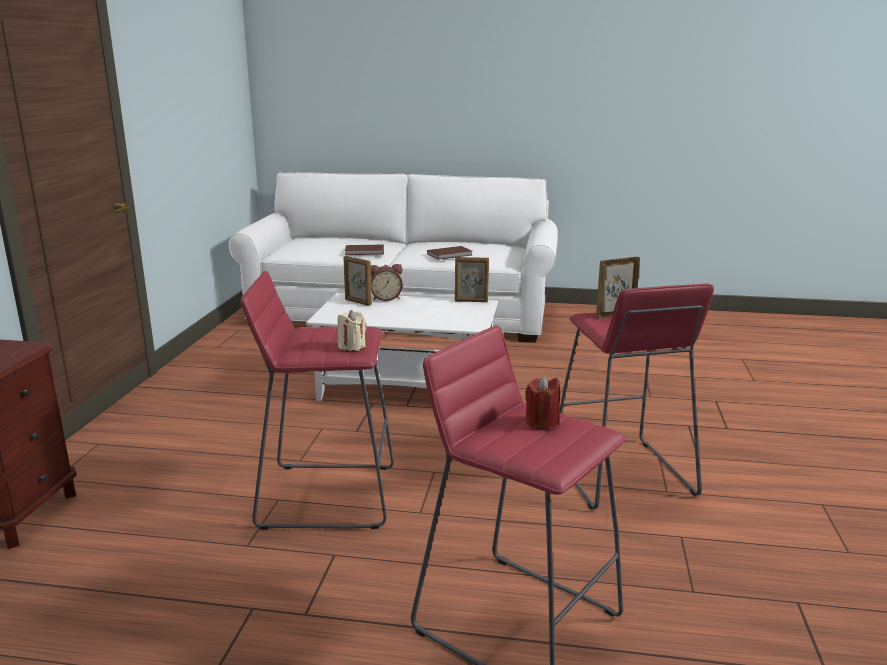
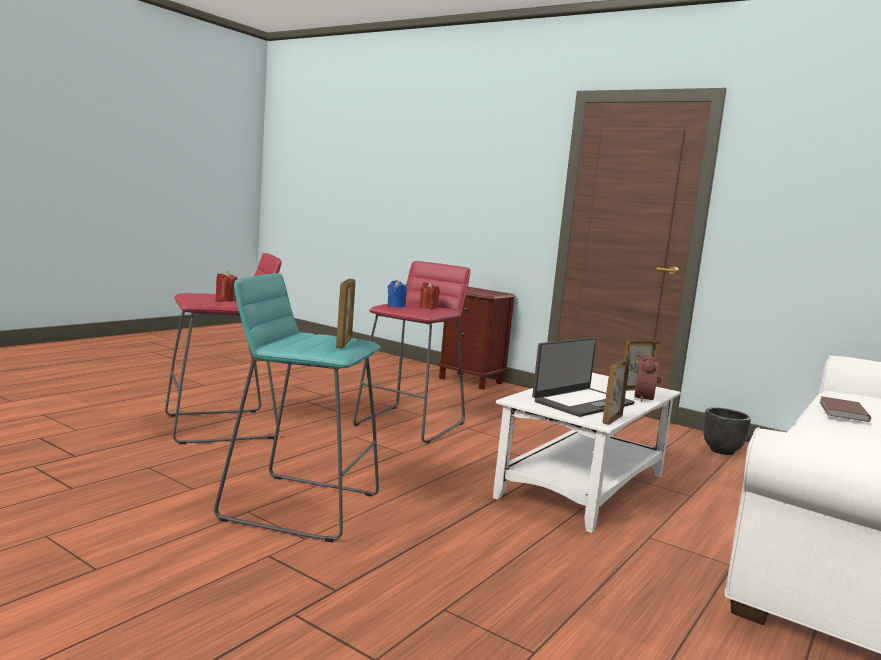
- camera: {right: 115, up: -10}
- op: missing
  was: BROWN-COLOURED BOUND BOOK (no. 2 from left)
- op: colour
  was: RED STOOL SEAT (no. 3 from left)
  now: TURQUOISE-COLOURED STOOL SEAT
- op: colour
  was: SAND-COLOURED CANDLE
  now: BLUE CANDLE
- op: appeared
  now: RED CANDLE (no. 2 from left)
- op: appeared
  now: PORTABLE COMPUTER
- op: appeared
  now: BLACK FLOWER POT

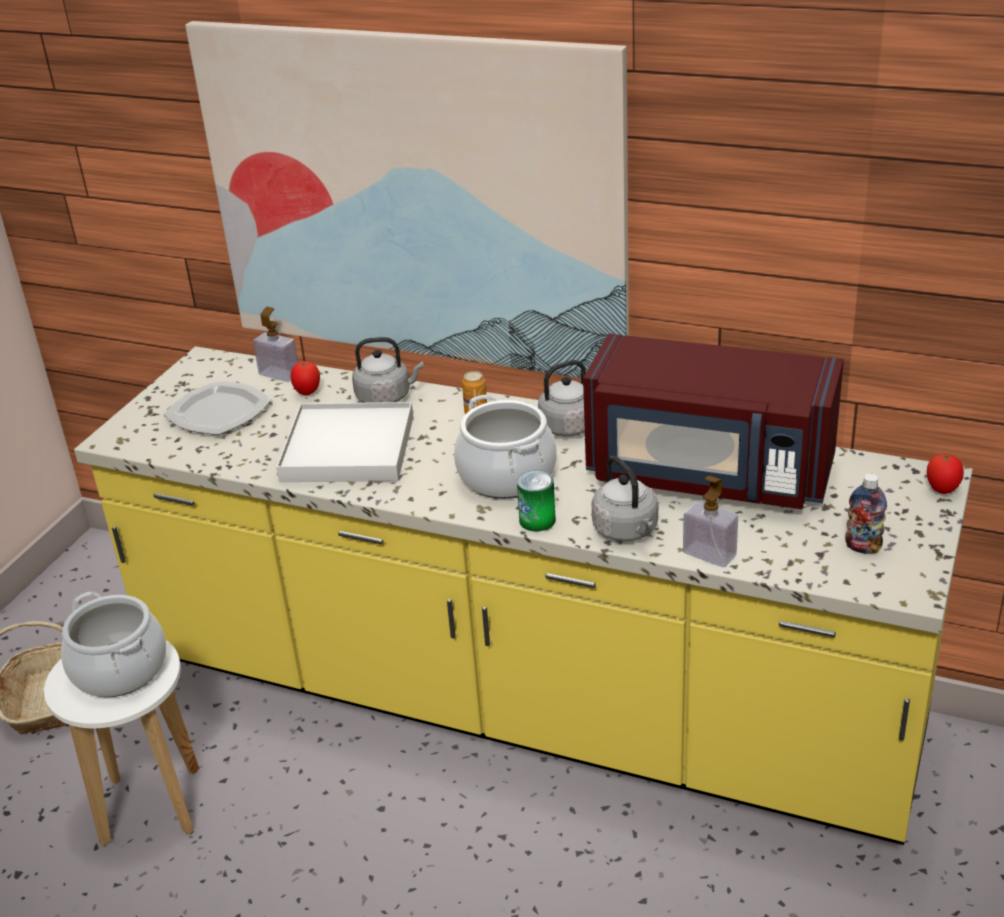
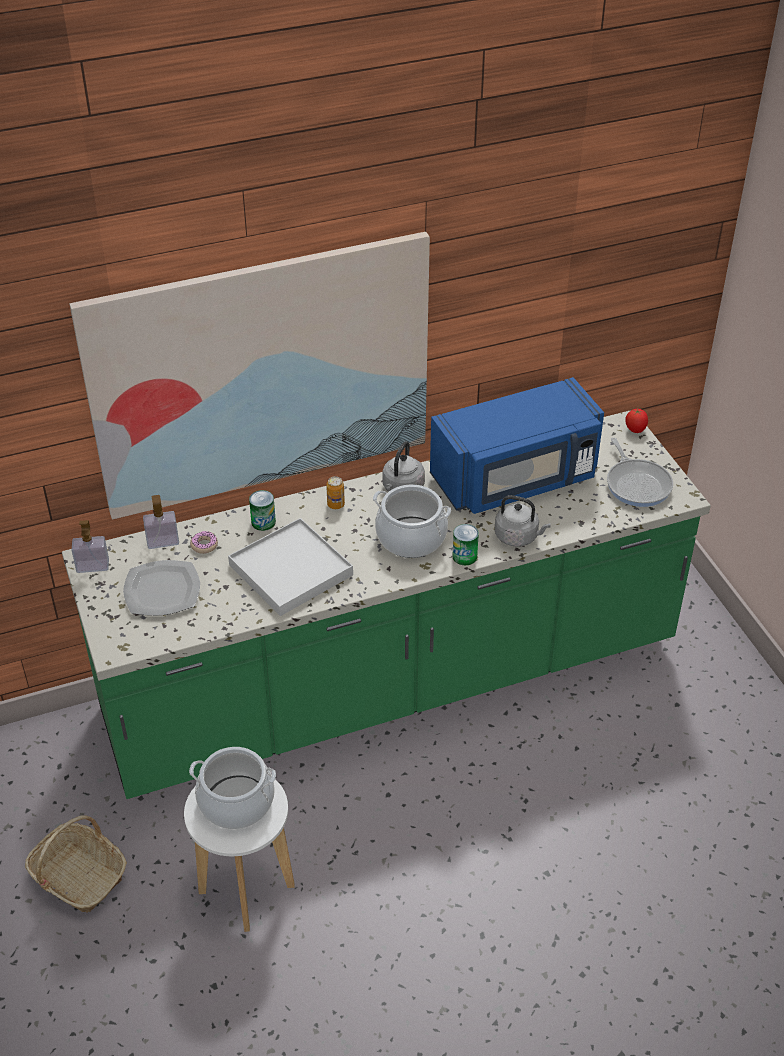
- camera: {right: -45, up: 10}
- op: colour
  was: RED MICROWAVE OVEN
  now: BLUE MICROWAVE OVEN
- op: exchanged
  was: GREYISH WATER KETTLE (no. 1 from left)
  now: CAN (no. 1 from left)
- op: colour
  was: YELLOWISH COUNTER
  now: GREEN COUNTER
- op: exchanged
  was: WHOLE TOMATO (no. 1 from left)
  now: DOUGHNUT
- op: exchanged
  was: BEVERAGE BOTTLE
  now: PAN
- op: relocated
  was: SOAP BOTTLE (no. 2 from left in the first image)
  now: SOAP BOTTLE (no. 1 from left)

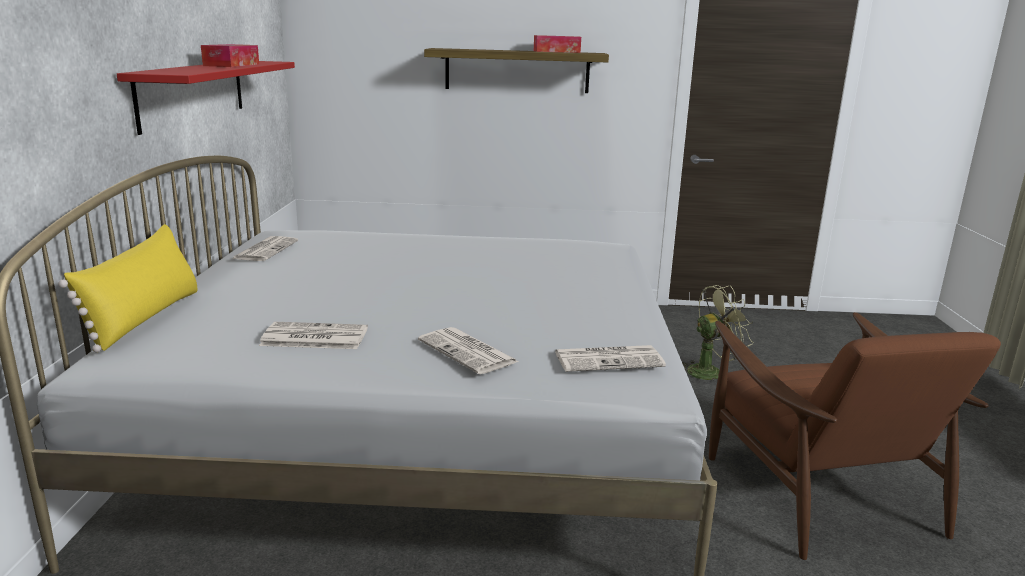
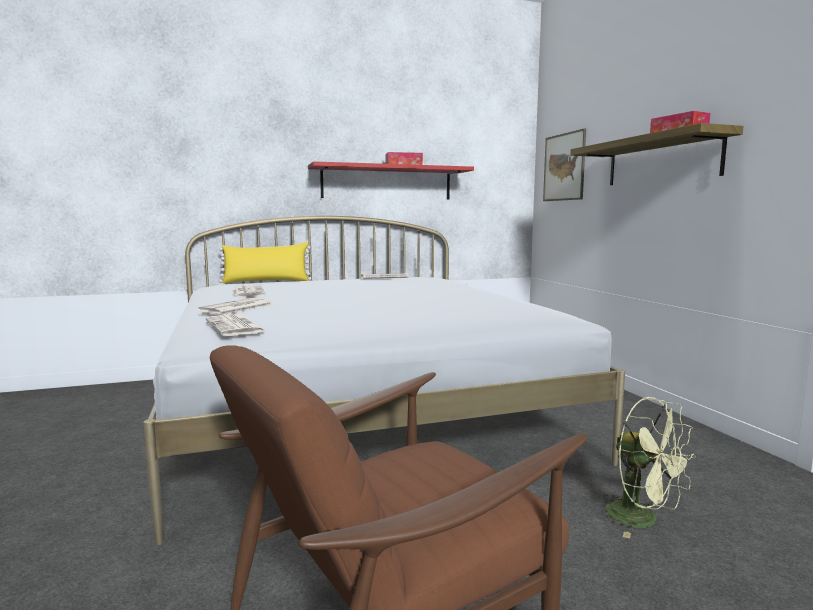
- camera: {right: 70, up: -10}
- op: appeared
  now: WALL ART

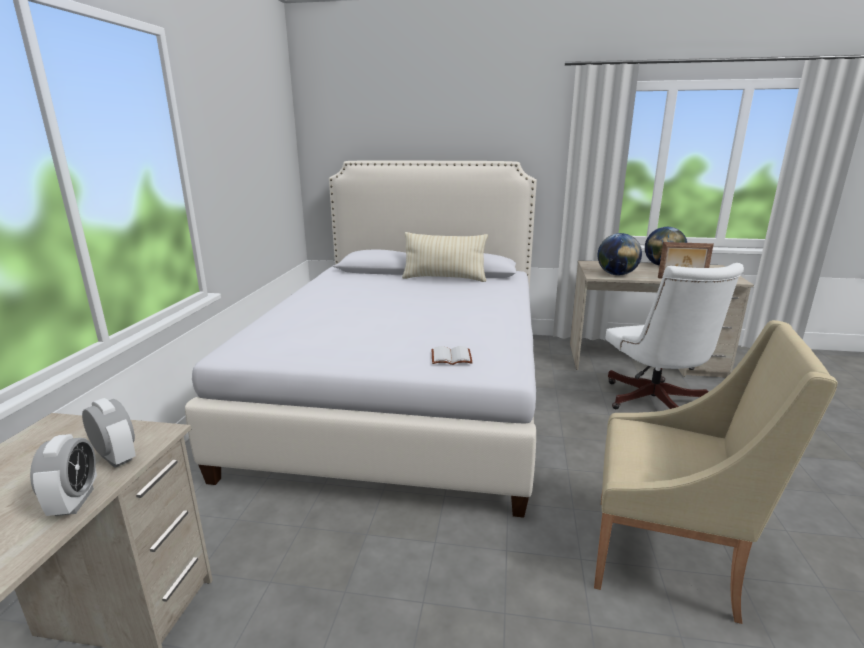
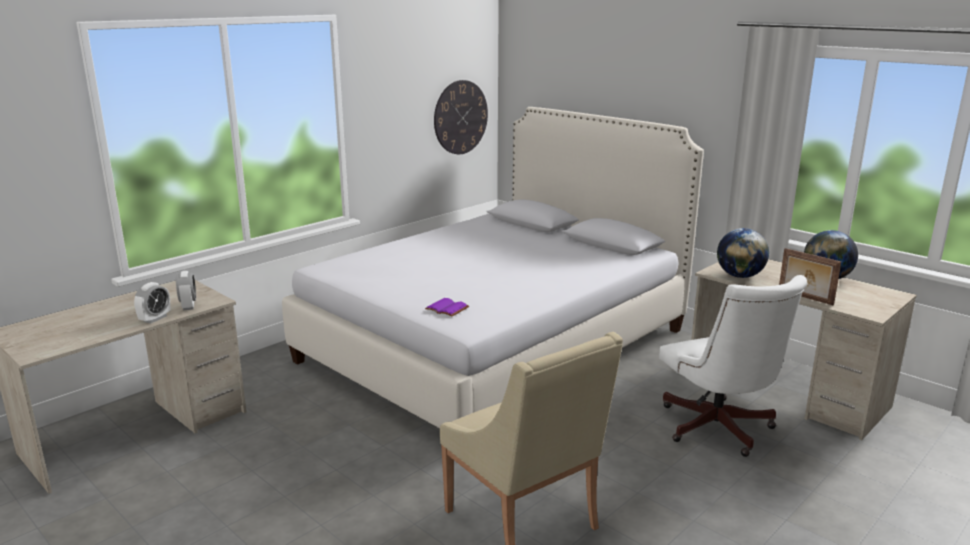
- camera: {right: 35, up: 0}
- op: missing
  was: SAND-COLOURED PILLOW
- op: spun
  was: WHITE OFFICE CHAIR
  clockwise: -45
- op: colour
  was: WHITE BOUND BOOK
  now: PURPLE-COLOURED BOUND BOOK
- op: appeared
  now: CLOCK ON THE WALL

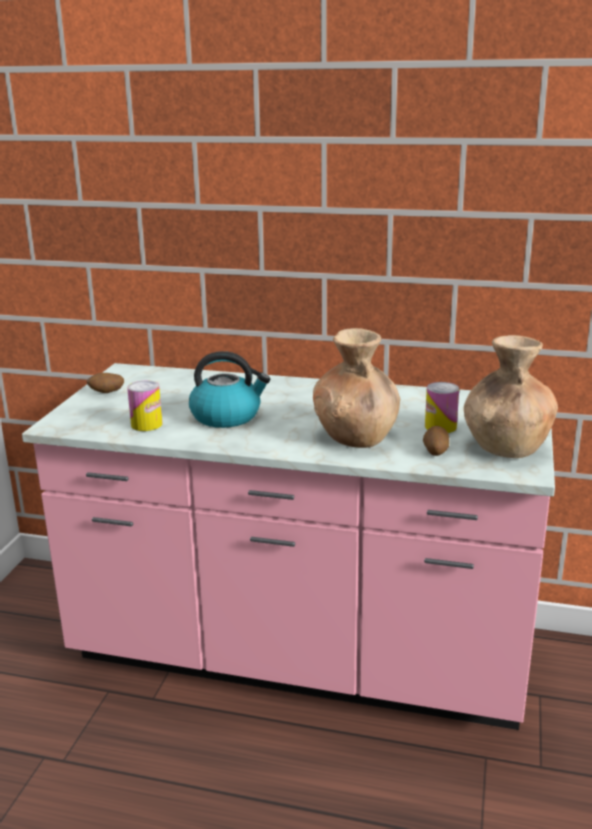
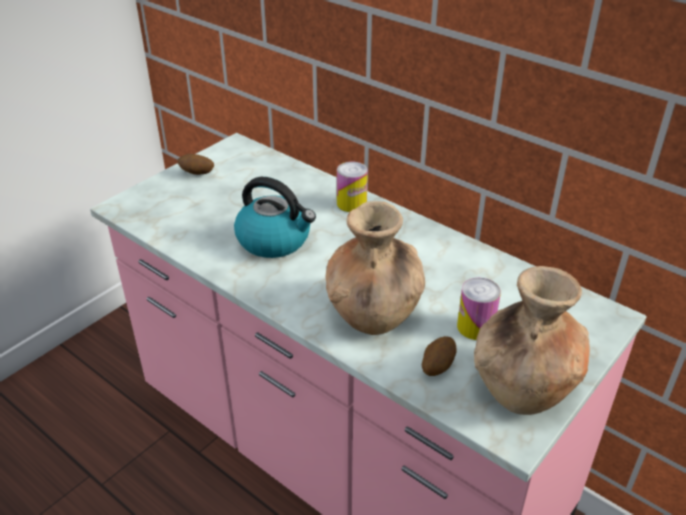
- camera: {right: 25, up: 15}
- op: relocated
  was: CAN (no. 1 from left)

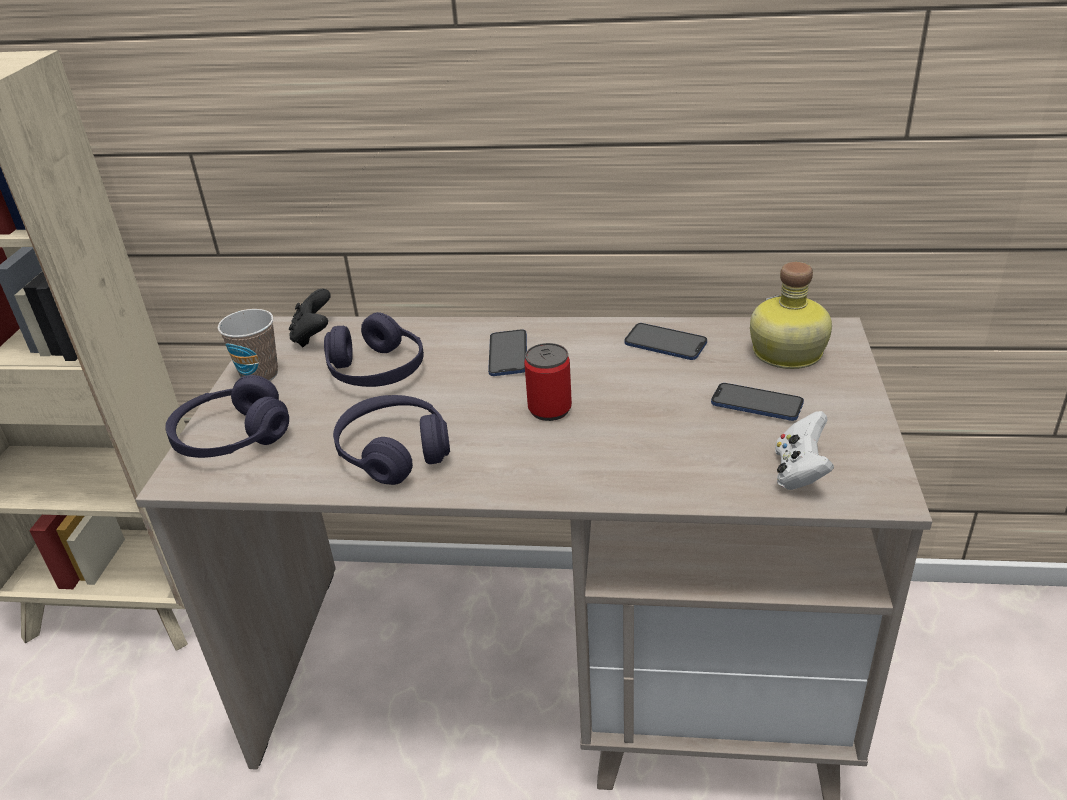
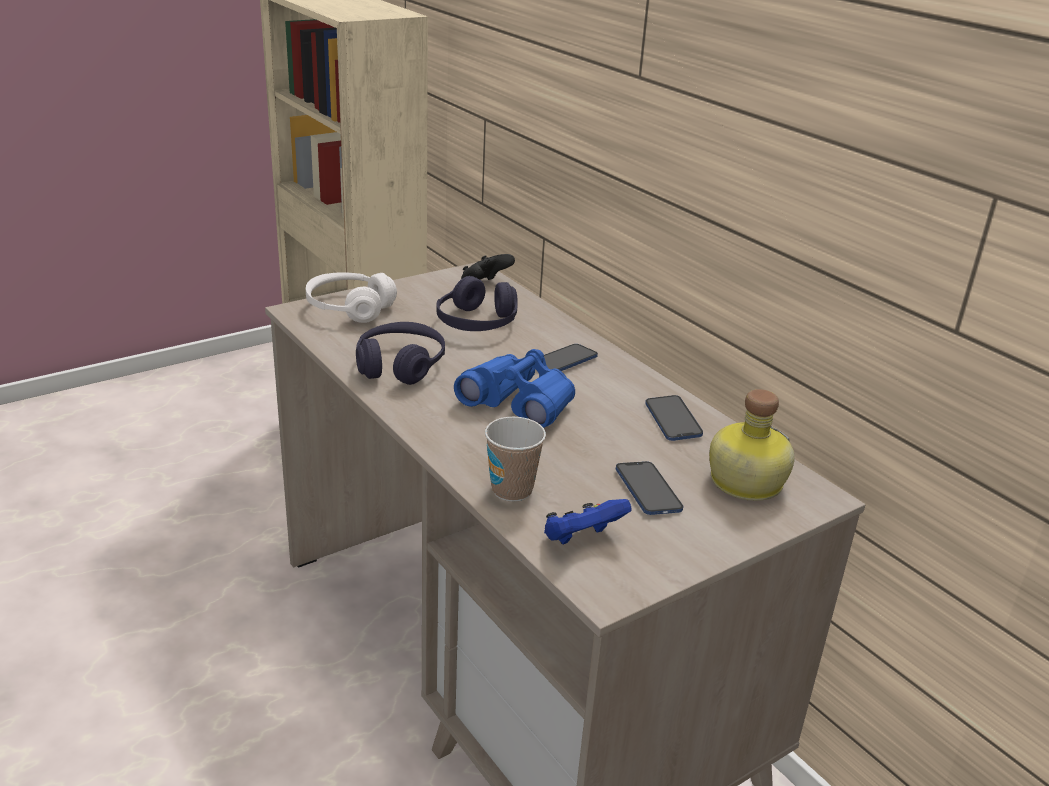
- camera: {right: 45, up: -5}
- op: relocated
  was: CUP
- op: exchanged
  was: CAN
  now: BLUE PAIR OF BINOCULARS
- op: colour
  was: PURPLE-COLOURED PAIR OF HEADPHONES (no. 1 from left)
  now: WHITE PAIR OF HEADPHONES
- op: colour
  was: WHITE JOYPAD
  now: BLUE JOYPAD

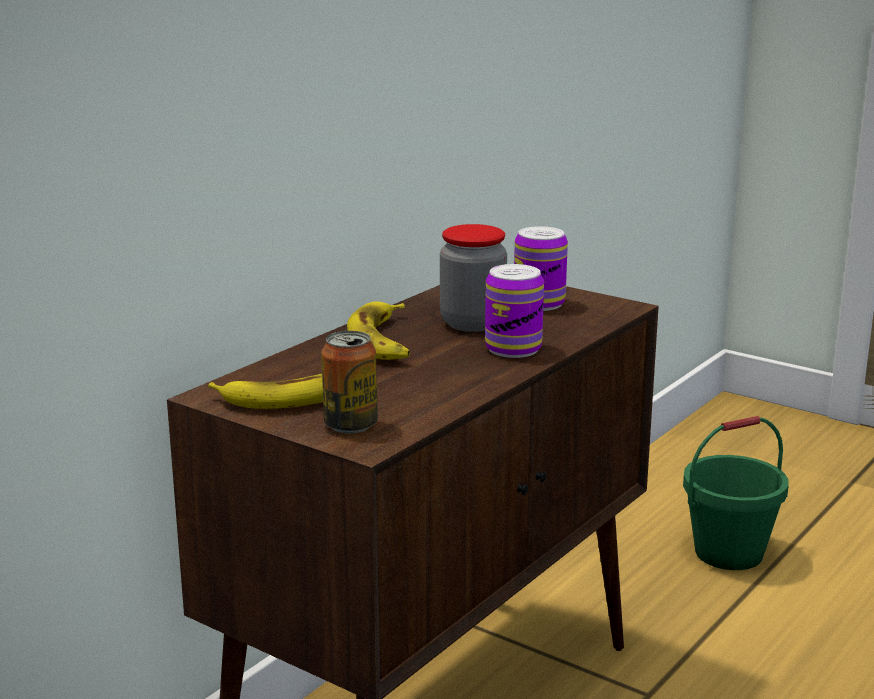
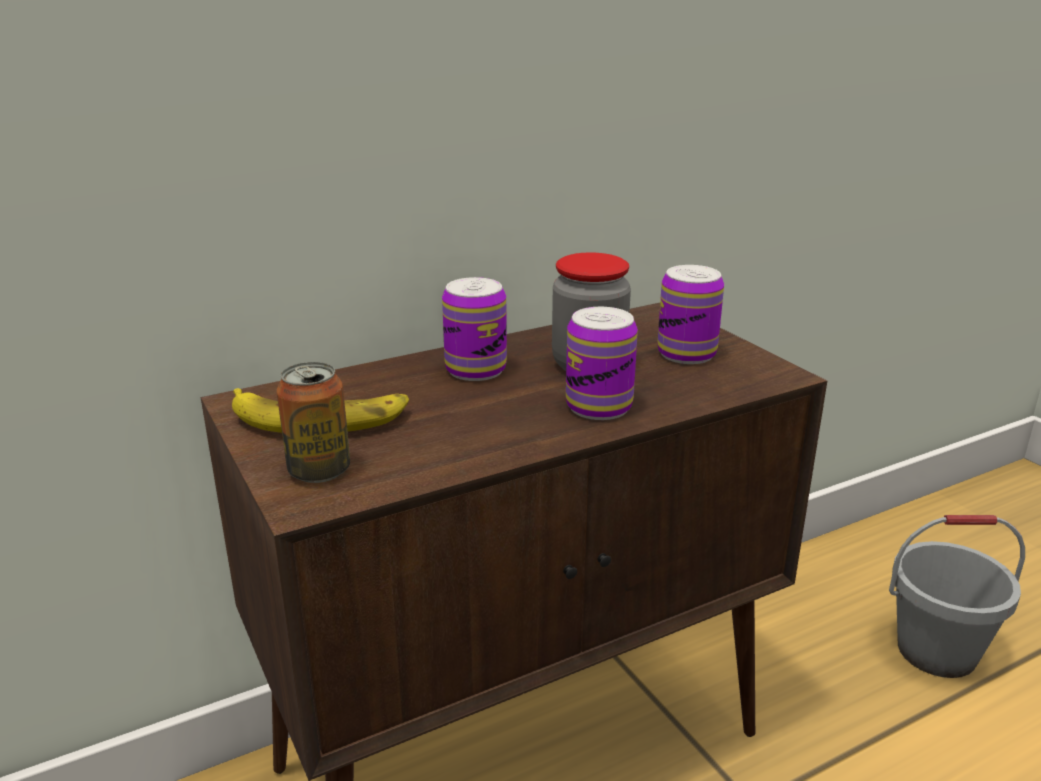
- camera: {right: 25, up: 5}
- op: exchanged
  was: BANANA (no. 2 from left)
  now: CAN (no. 2 from left)
- op: colour
  was: GREEN PAIL
  now: GREYISH PAIL

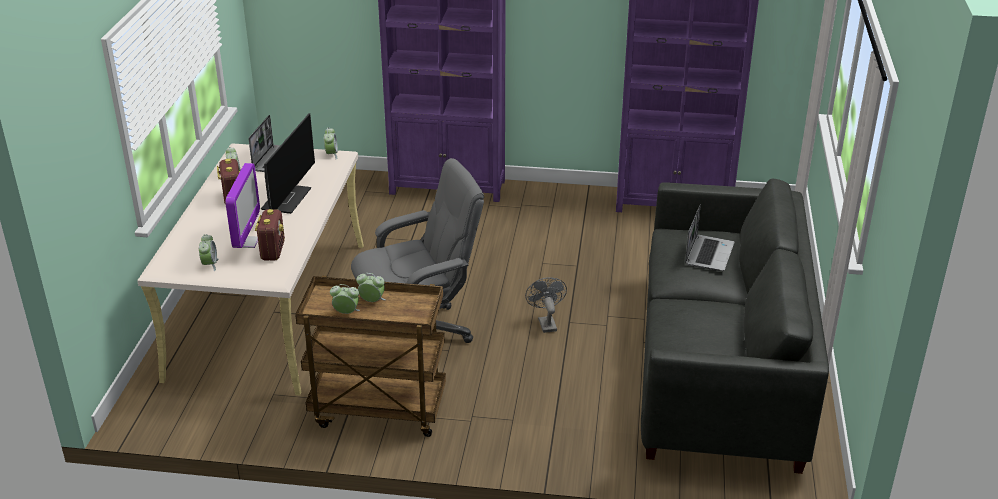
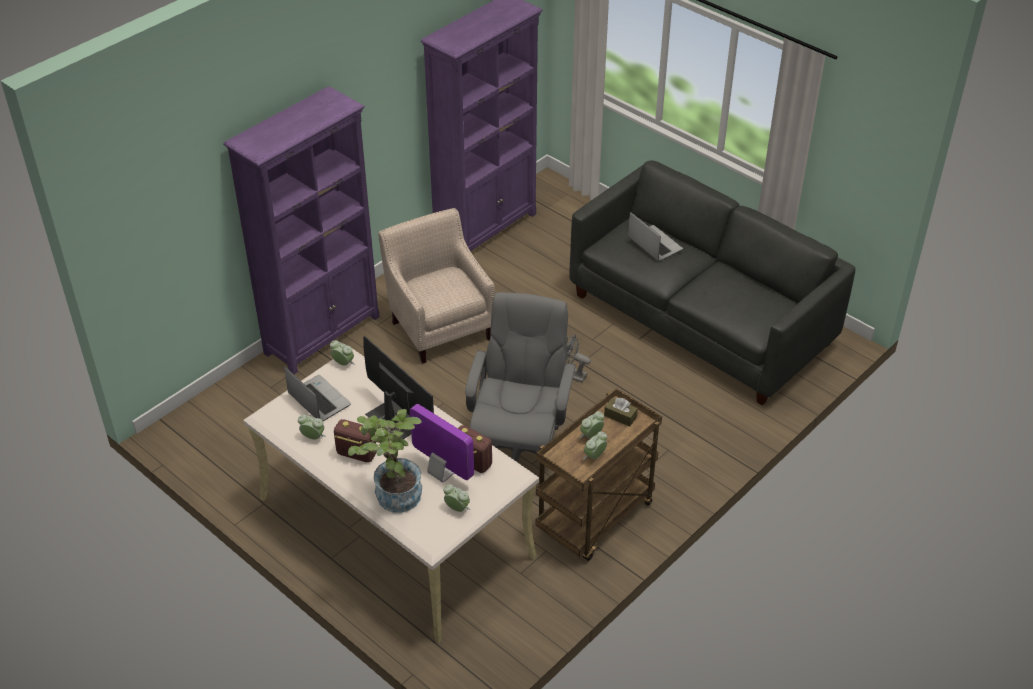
- camera: {right: -55, up: 10}
- op: appeared
  now: SAND-COLOURED ARMCHAIR
- op: appeared
  now: BROWN-COLOURED TISSUE HOLDER
- op: appeared
  now: POTTED PLANT

